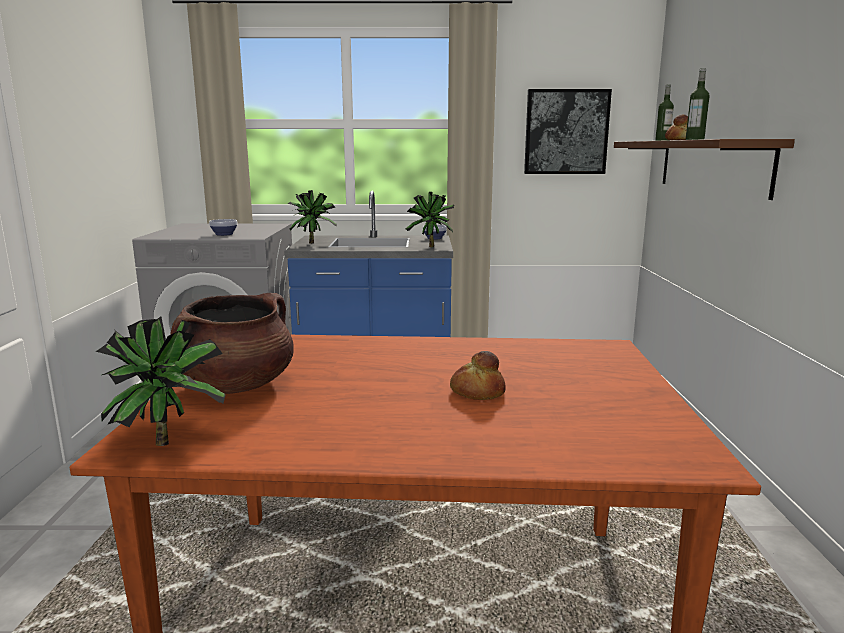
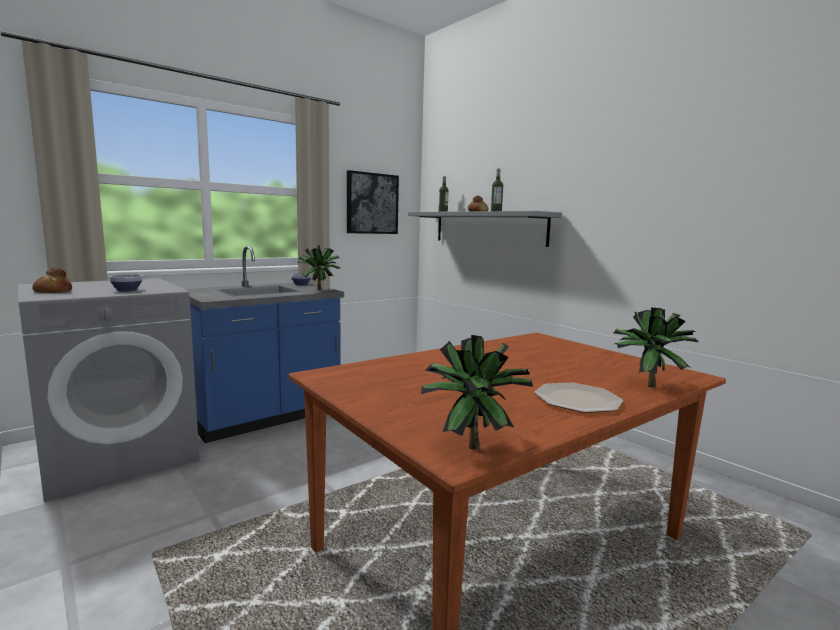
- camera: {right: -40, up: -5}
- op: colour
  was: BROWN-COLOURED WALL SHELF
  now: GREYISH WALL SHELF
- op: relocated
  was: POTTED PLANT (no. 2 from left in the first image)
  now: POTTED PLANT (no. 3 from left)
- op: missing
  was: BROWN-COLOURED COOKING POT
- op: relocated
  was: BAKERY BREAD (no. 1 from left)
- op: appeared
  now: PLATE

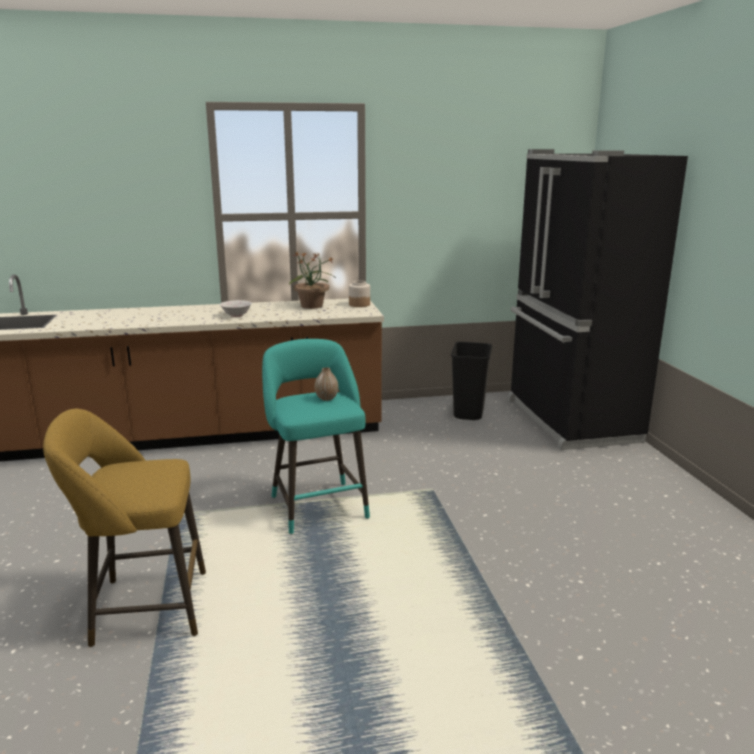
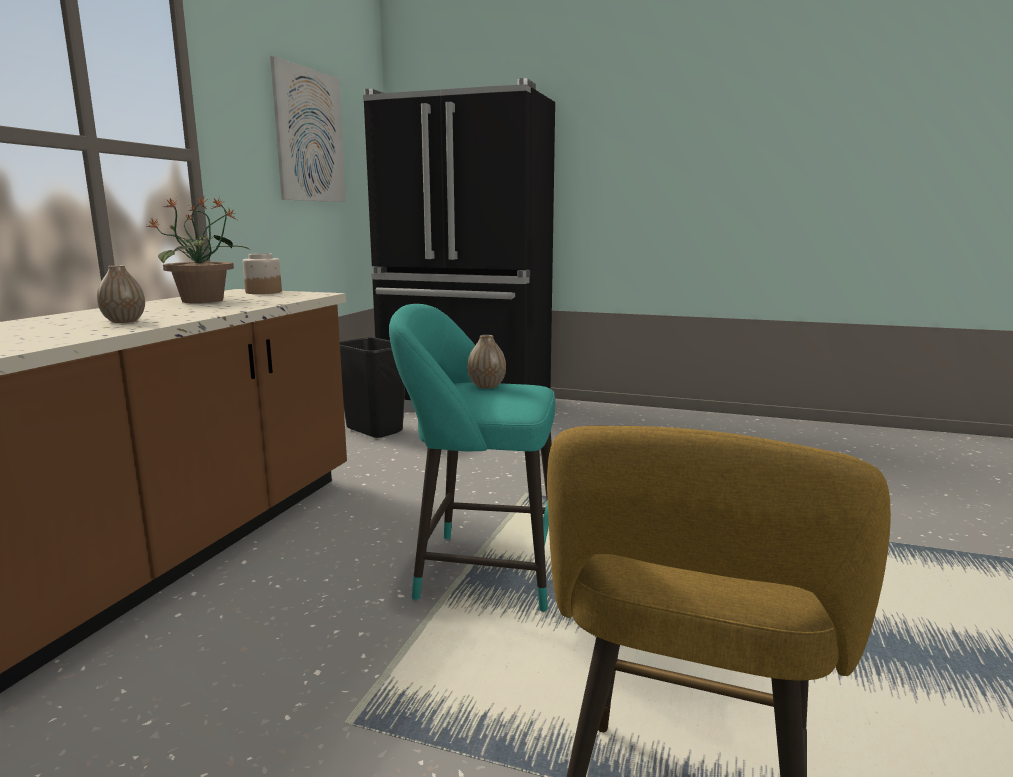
- camera: {right: -60, up: -5}
- op: exchanged
  was: WHITE BOWL
  now: FLOWER VASE (no. 1 from left)
- op: appeared
  now: WALL ART

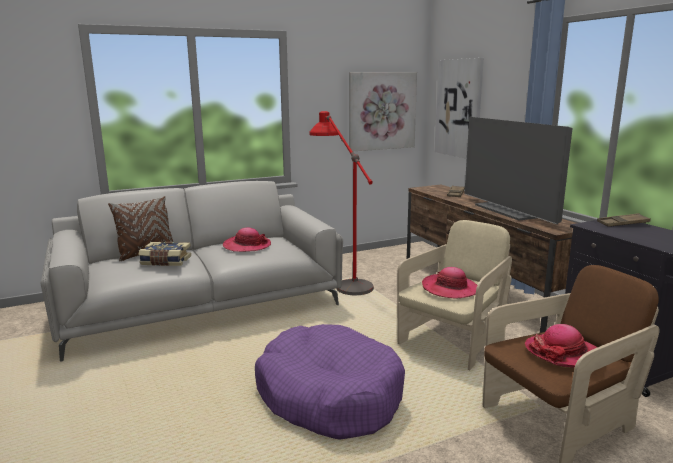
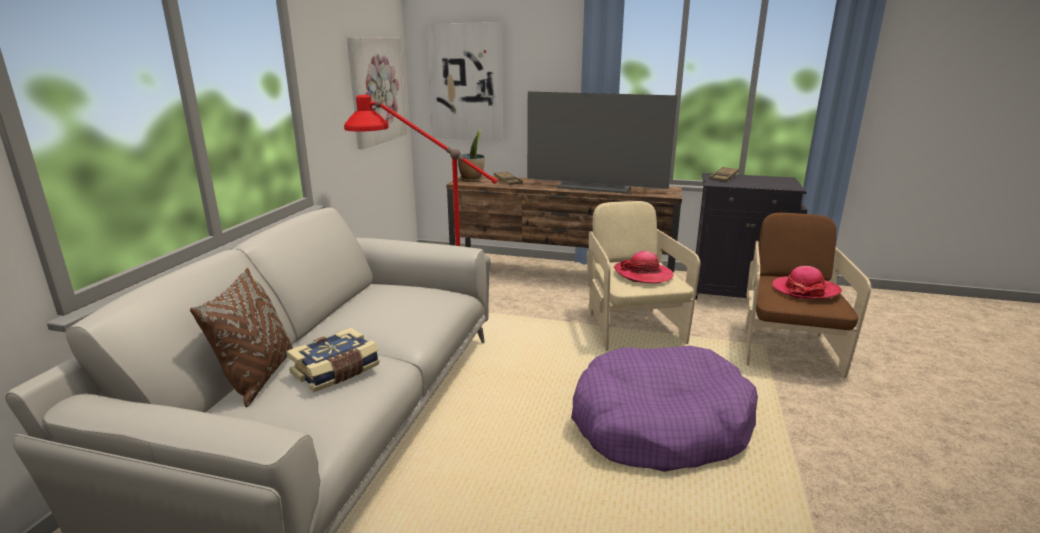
- camera: {right: -50, up: 5}
- op: missing
  was: CLOTHING HAT (no. 1 from left)
- op: appeared
  now: POTTED PLANT

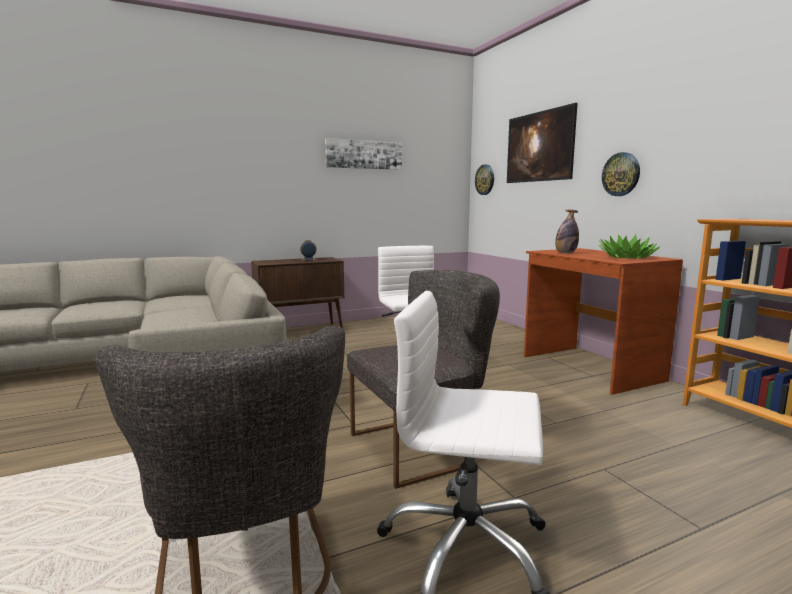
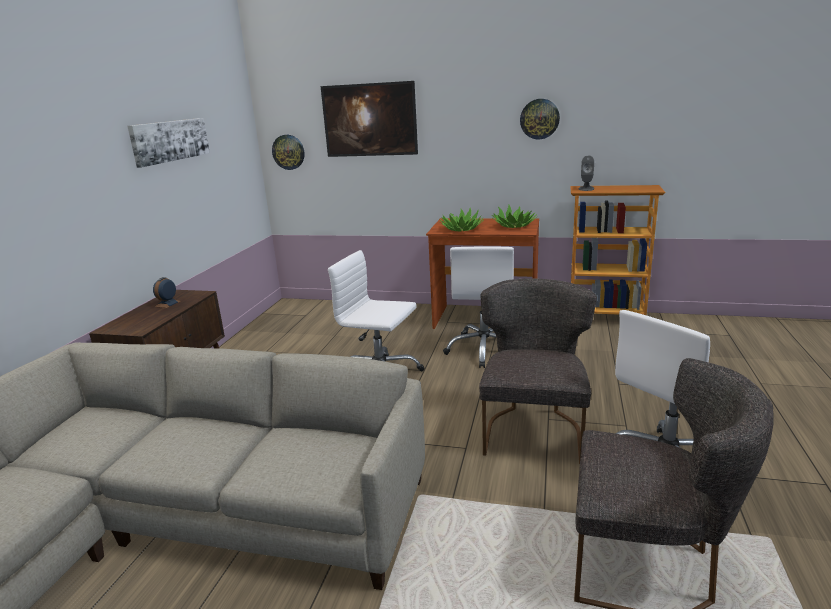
- camera: {right: -50, up: 10}
- op: relocated
  was: CLOCK ON THE WALL (no. 2 from left)
- op: exchanged
  was: BEVERAGE BOTTLE
  now: POTTED PLANT (no. 1 from left)
- op: appeared
  now: GREYISH LOUDSPEAKER
- op: appeared
  now: WHITE OFFICE CHAIR (no. 2 from left)

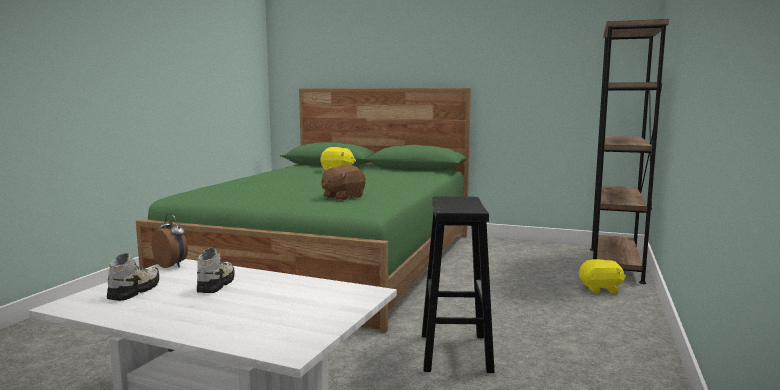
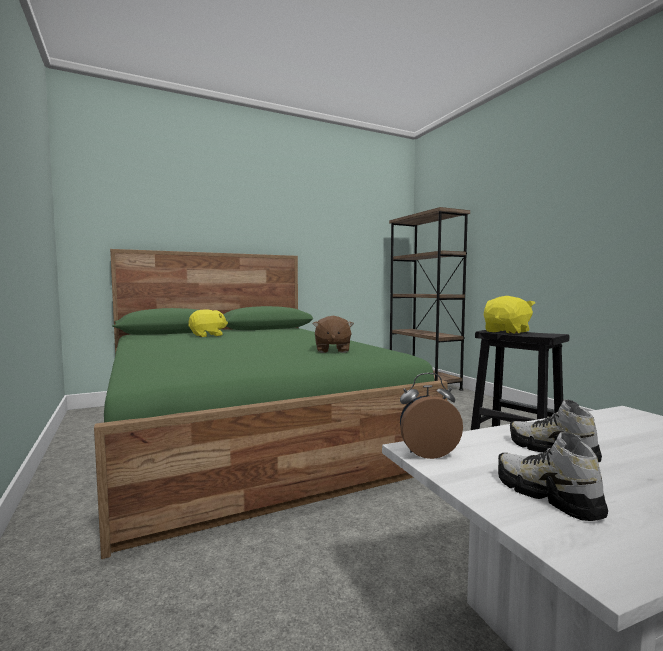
- camera: {right: -45, up: -5}
- op: relocated
  was: YELLOWISH CUDDLY TOY (no. 2 from left)

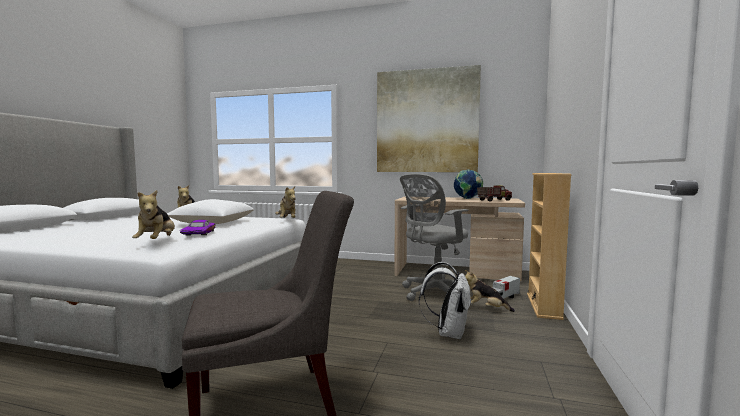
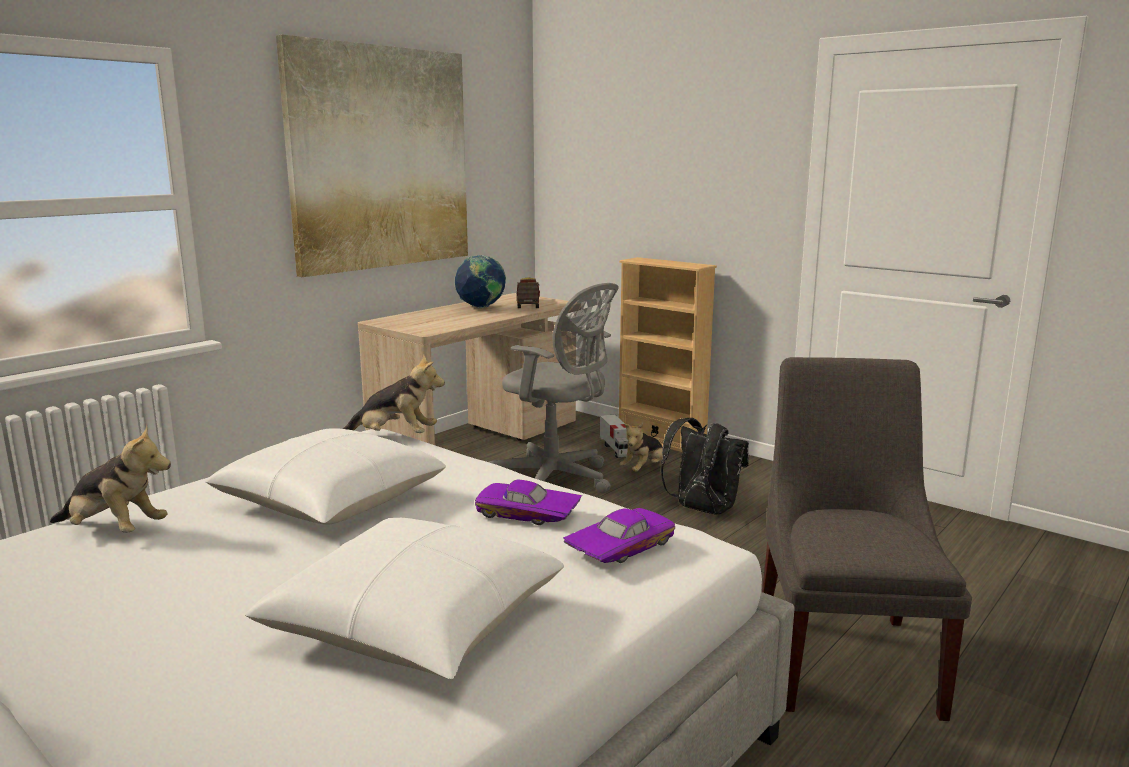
- camera: {right: -65, up: 10}
- op: spun
  was: GREYISH OFFICE CHAIR
  clockwise: -45
- op: exchanged
  was: CUDDLY TOY (no. 1 from left)
  now: PURPLE-COLOURED MODEL CAR (no. 2 from left)
- op: colour
  was: WHITE BACKPACK
  now: BLACK BACKPACK
- op: appeared
  now: WHITE PILLOW (no. 2 from left)

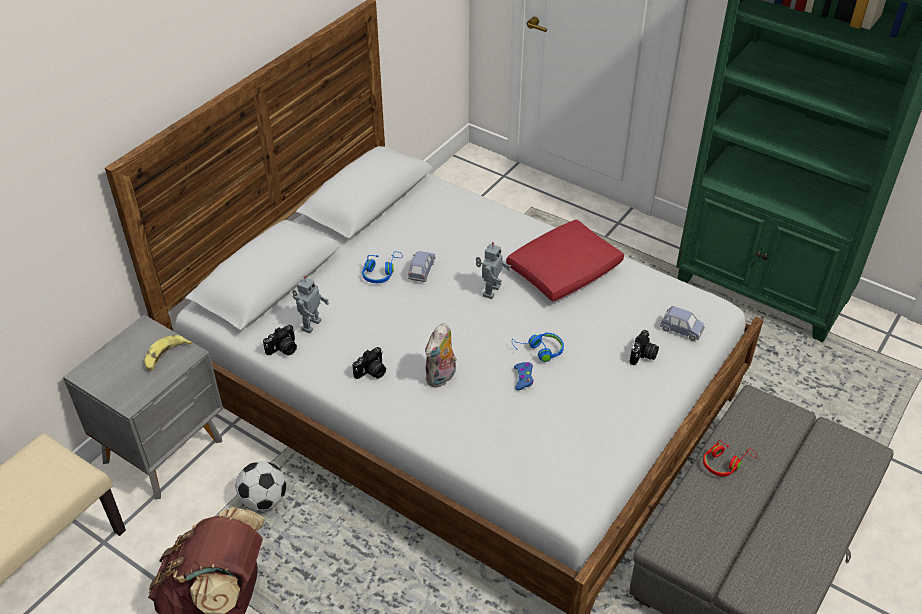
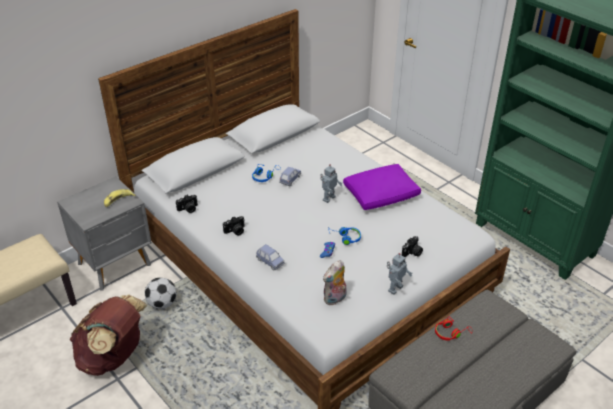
- camera: {right: 15, up: -5}
- op: colour
  was: RED PILLOW
  now: PURPLE-COLOURED PILLOW
- op: relocated
  was: TOY ROBOT (no. 1 from left in the first image)
  now: TOY ROBOT (no. 2 from left)
- op: relocated
  was: BLUE MODEL CAR (no. 2 from left in the first image)
  now: BLUE MODEL CAR (no. 1 from left)
- op: relocated
  was: CUDDLY TOY

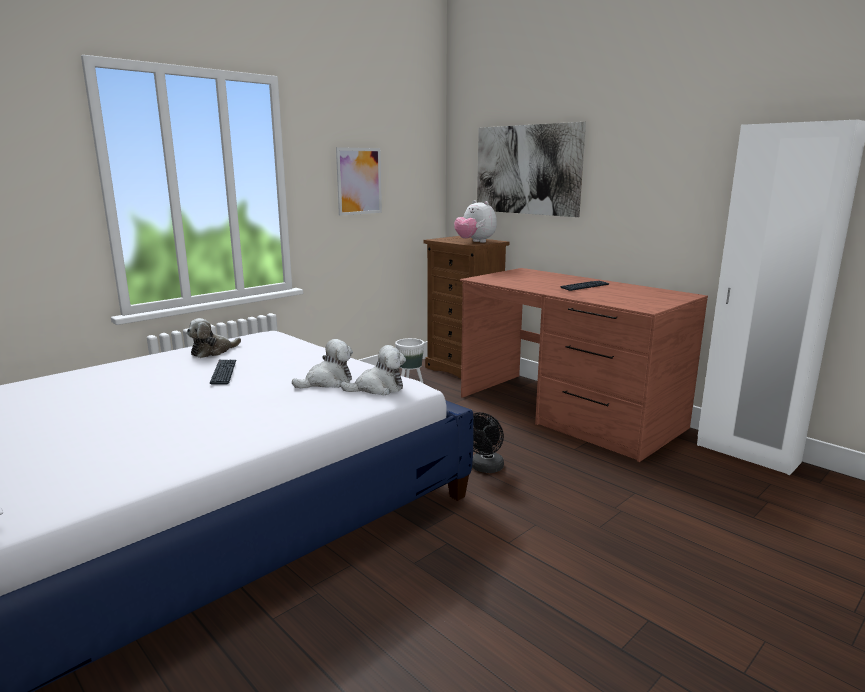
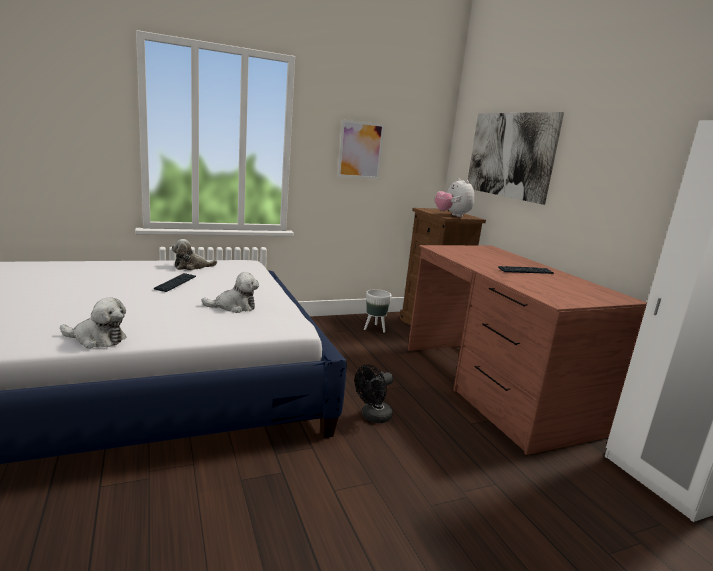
- camera: {right: 20, up: 0}
- op: relocated
  was: CUDDLY TOY (no. 3 from left in the first image)
  now: CUDDLY TOY (no. 1 from left)

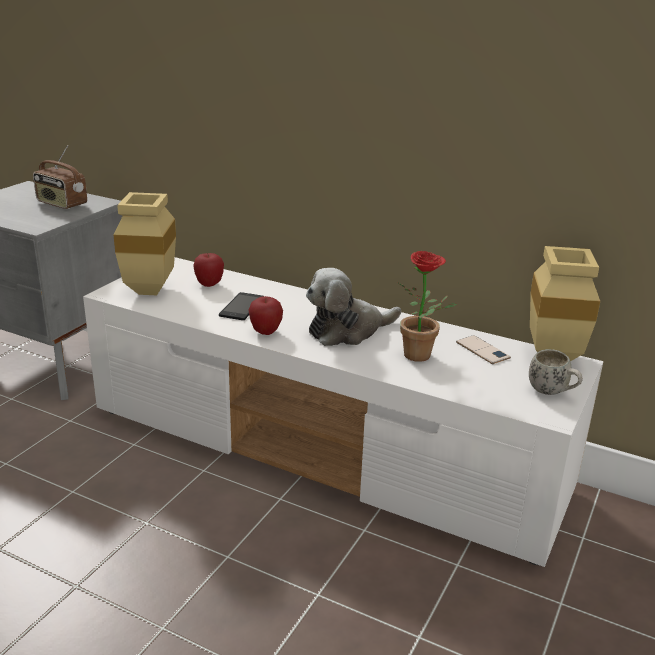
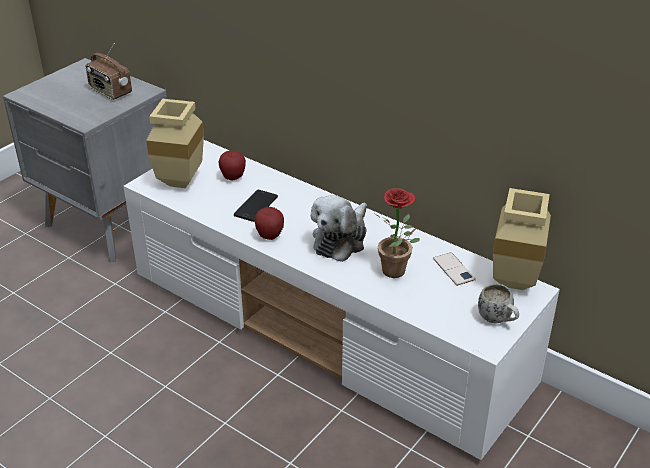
- camera: {right: 10, up: 10}
- op: spun
  was: CUDDLY TOY
  clockwise: -45

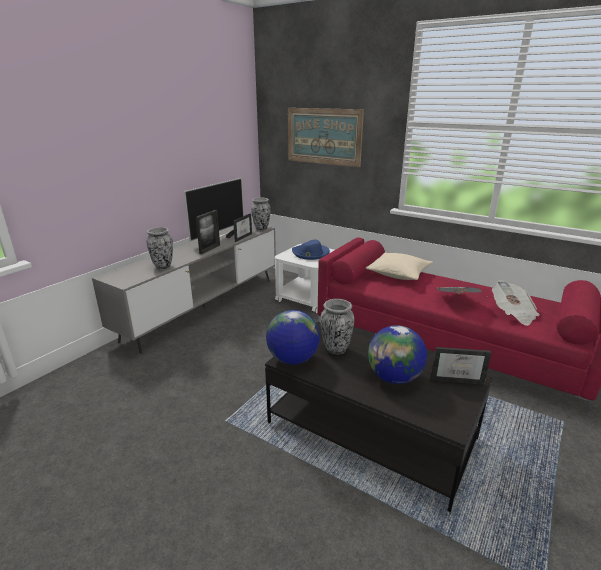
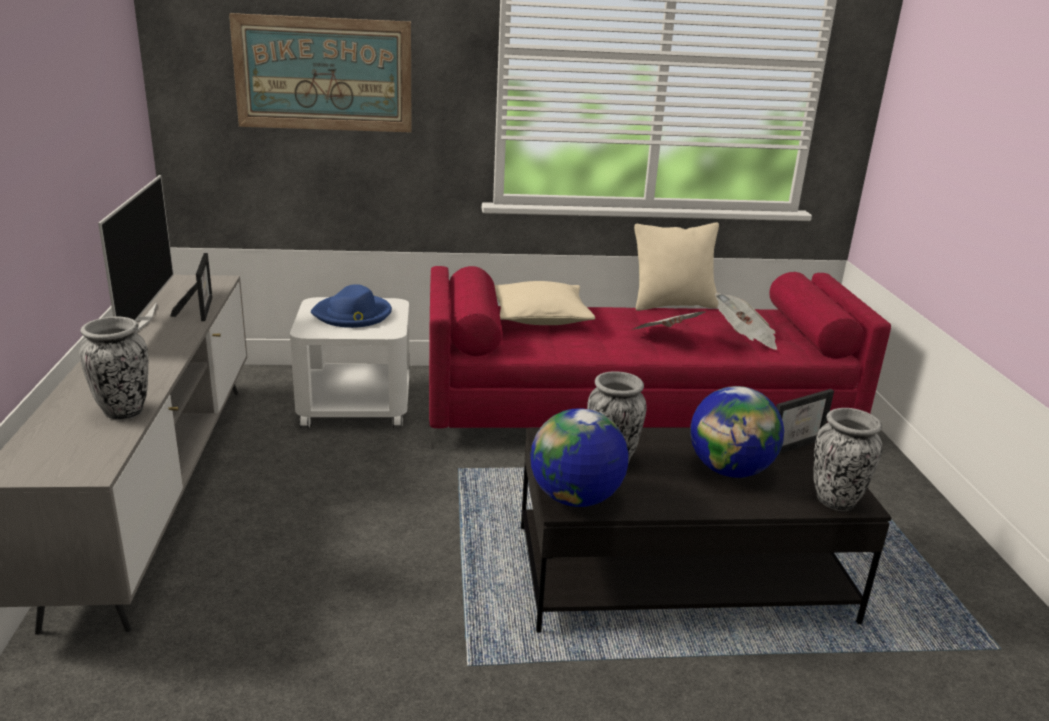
- camera: {right: -40, up: 0}
- op: relocated
  was: FLOWER VASE (no. 2 from left in the first image)
  now: FLOWER VASE (no. 3 from left)
- op: missing
  was: PHOTO FRAME (no. 1 from left)
- op: appeared
  now: SAND-COLOURED PILLOW (no. 2 from left)

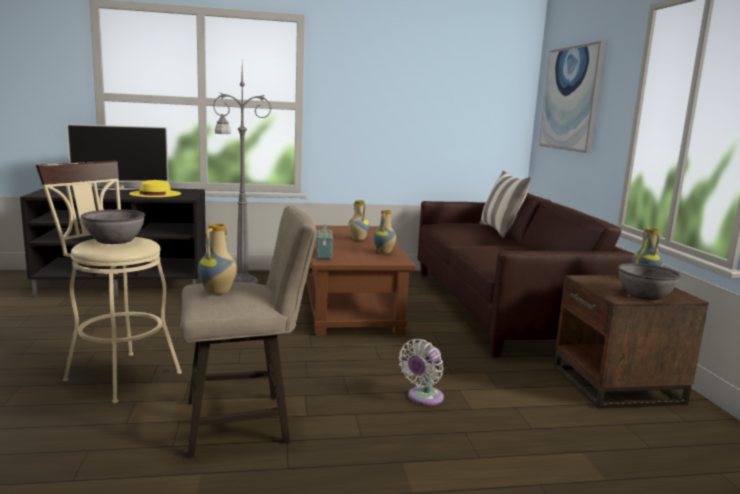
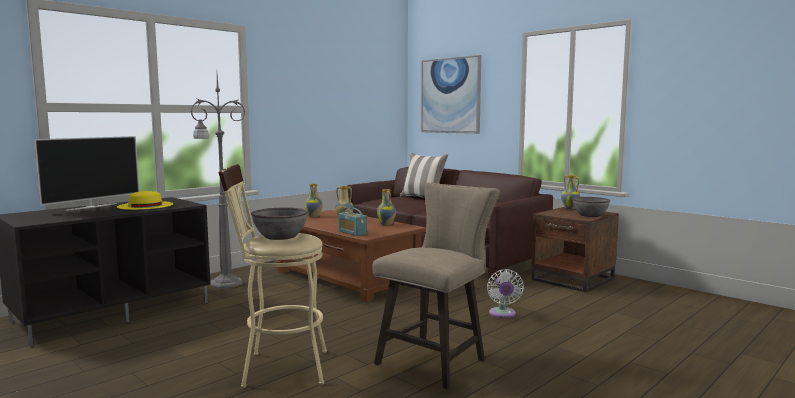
- camera: {right: -35, up: -5}
- op: relocated
  was: FLOWER VASE (no. 1 from left)

